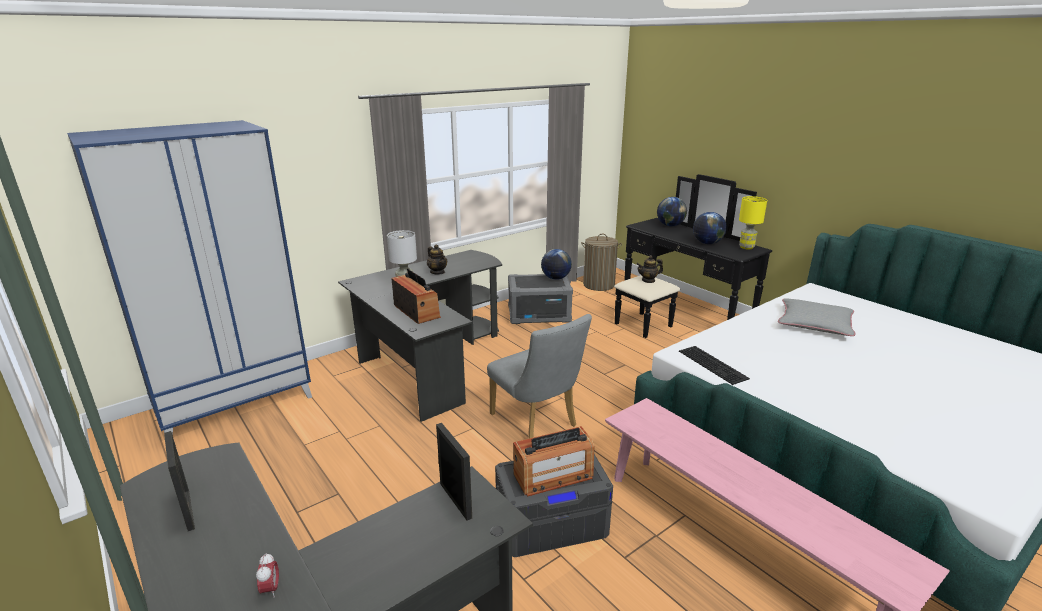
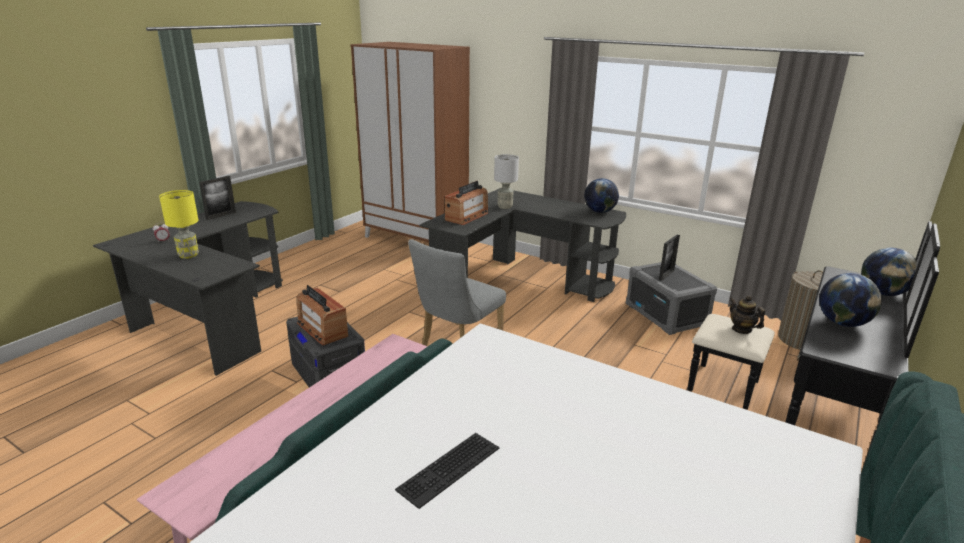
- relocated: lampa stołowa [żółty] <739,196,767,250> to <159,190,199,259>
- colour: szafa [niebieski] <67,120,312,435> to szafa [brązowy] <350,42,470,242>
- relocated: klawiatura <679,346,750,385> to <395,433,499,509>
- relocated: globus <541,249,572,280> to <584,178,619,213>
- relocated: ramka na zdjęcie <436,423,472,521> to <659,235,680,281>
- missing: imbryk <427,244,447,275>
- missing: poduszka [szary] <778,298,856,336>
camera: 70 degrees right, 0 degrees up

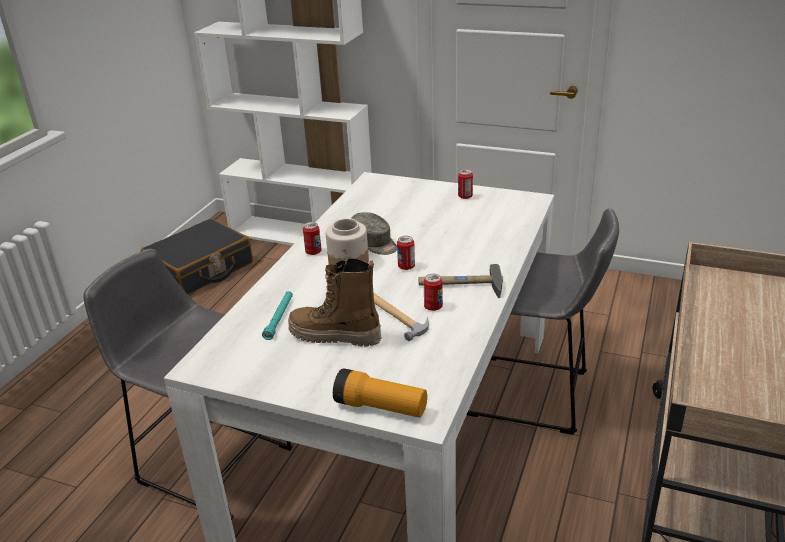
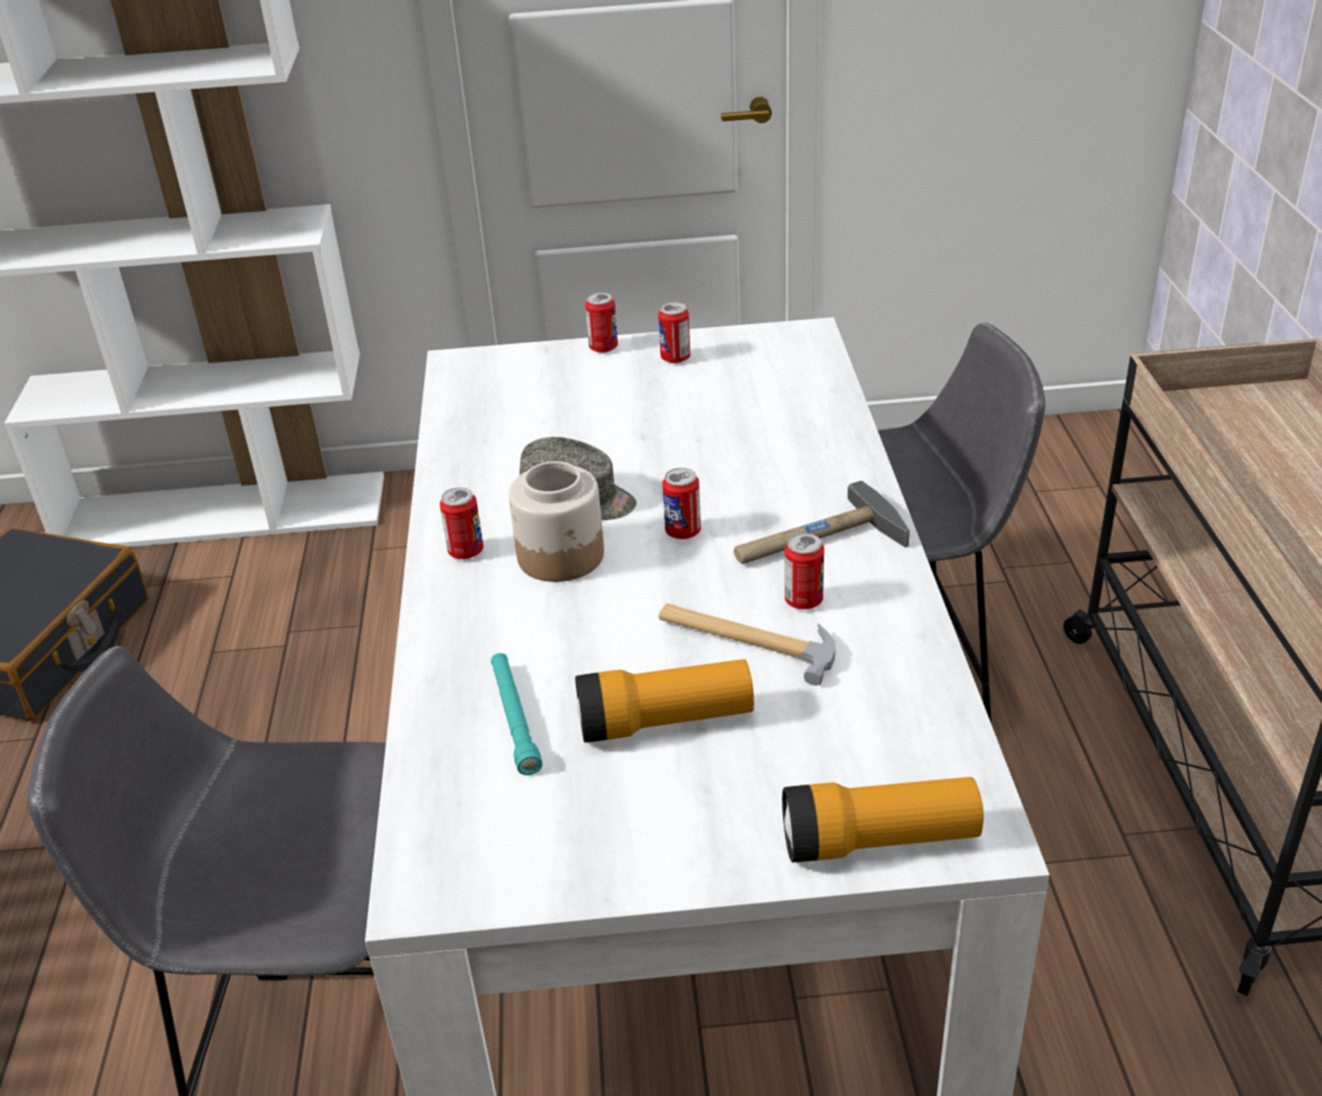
- exchanged: but z cholewką <288,258,381,347> to latarka <575,659,754,743>
- appeared: puszka <585,292,618,353>
camera: 25 degrees left, 5 degrees up

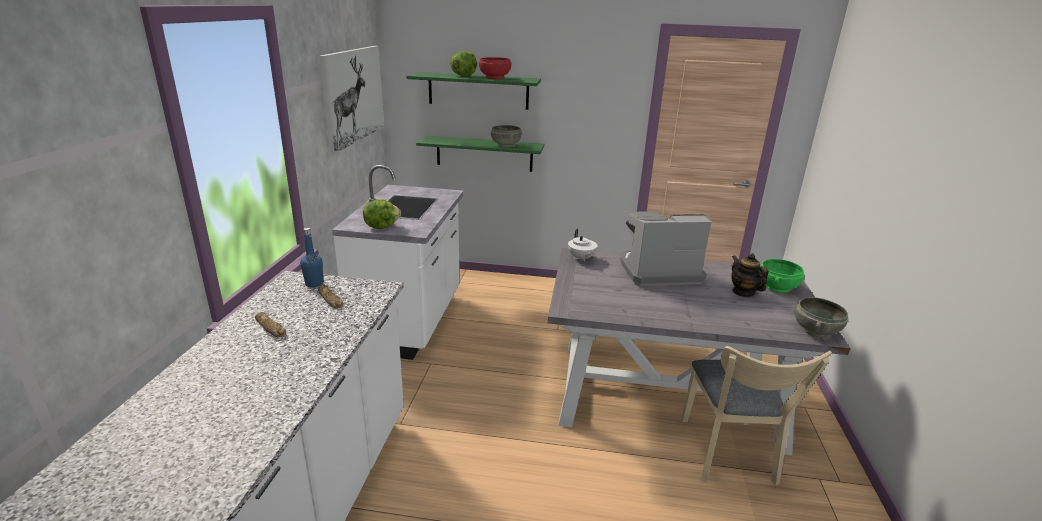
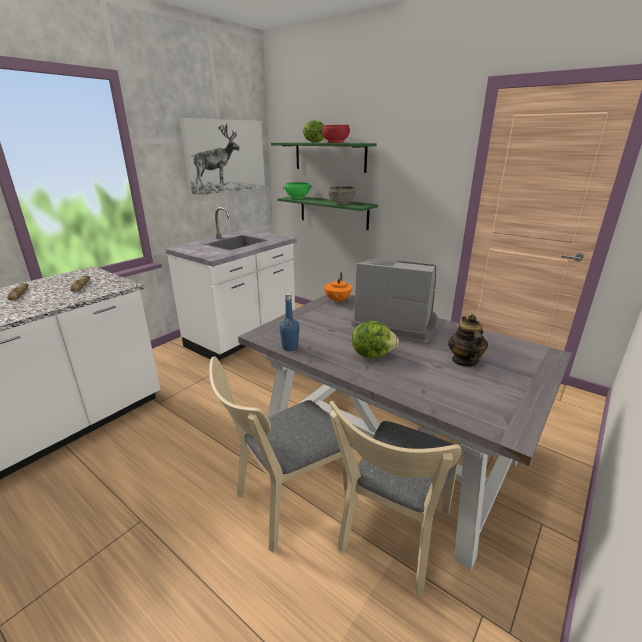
- appeared: krzesło [beżowy] <209,356,353,553>
- relocated: butelka [niebieski] <300,228,323,288> to <279,293,300,351>
- relocated: miska [zielony] <759,259,805,293> to <283,182,311,199>
- colour: imbryk [biały] <568,229,597,262> to imbryk [pomarańczowy] <324,272,352,303>
- relocated: sałata <363,199,401,229> to <352,321,399,358>
- missing: miska [szary] <795,297,848,338>
camera: 30 degrees right, 0 degrees up

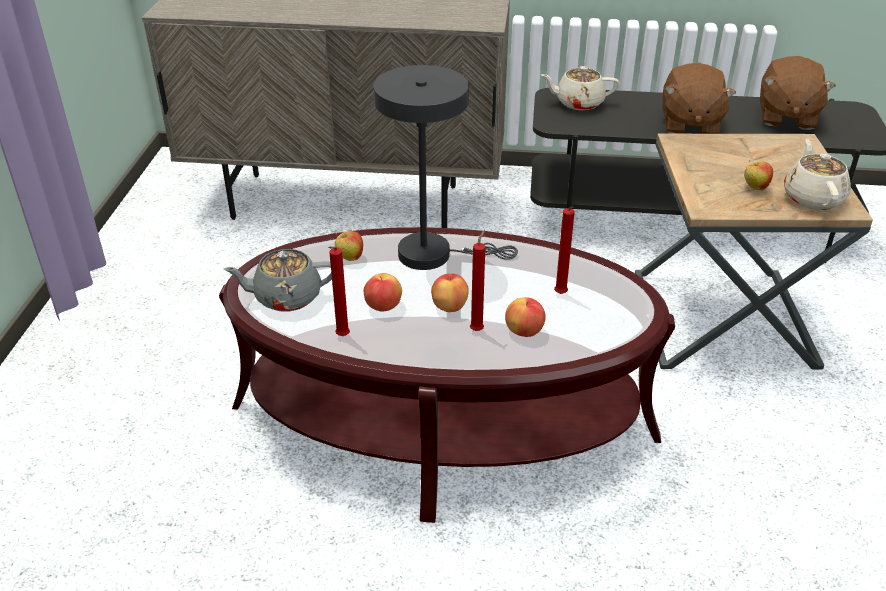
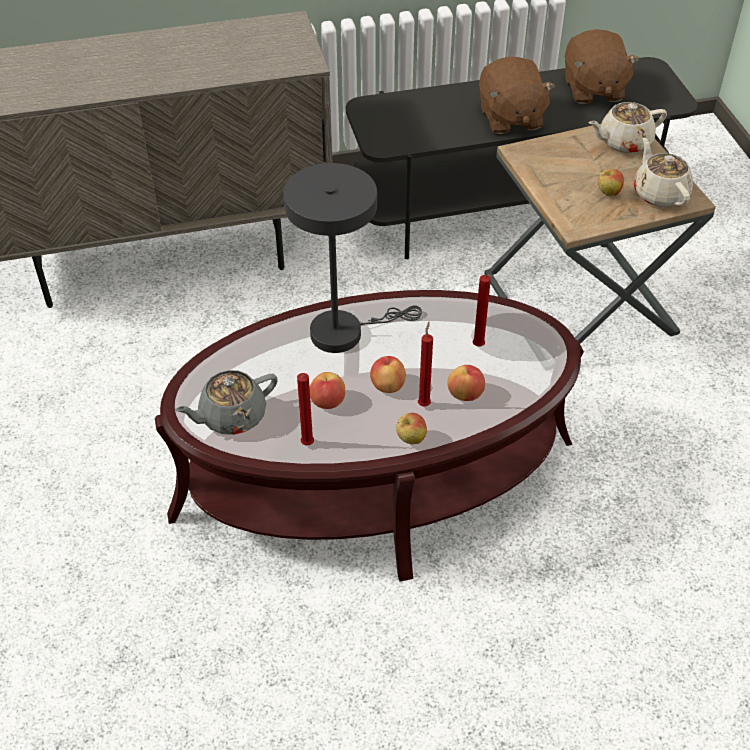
- relocated: jabłko <335,231,363,261> to <396,413,427,444>
- relocated: imbryk [beżowy] <541,66,619,110> to <588,102,667,153>
camera: 20 degrees left, 10 degrees up

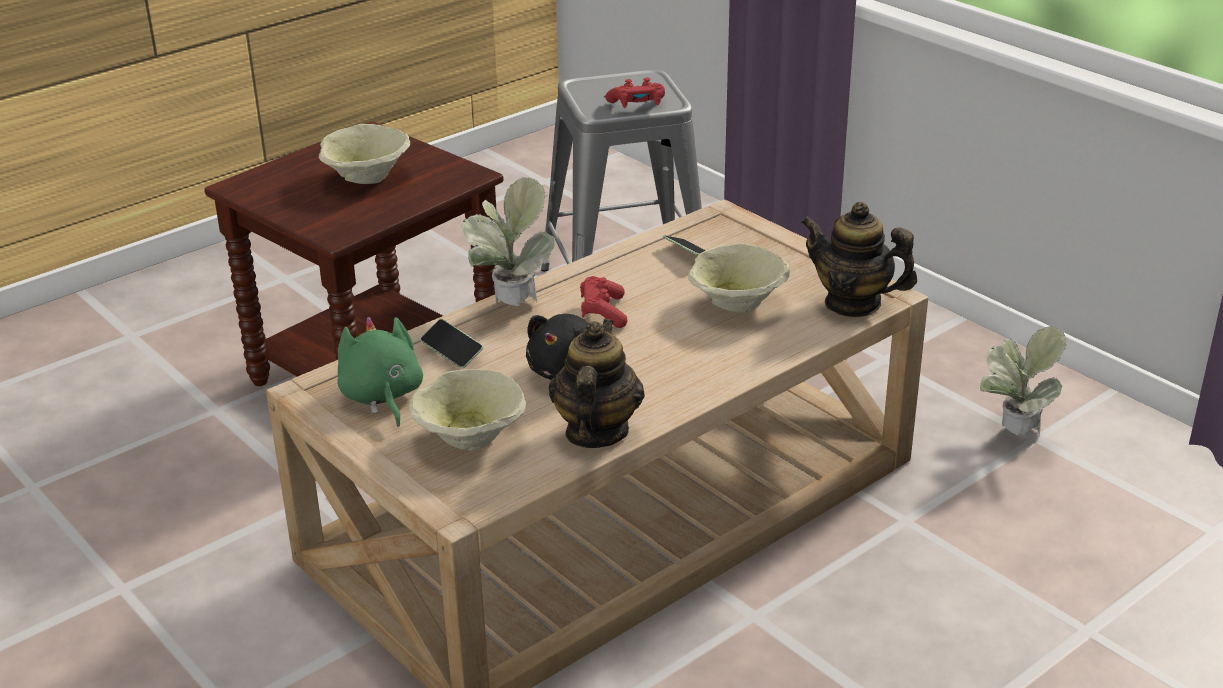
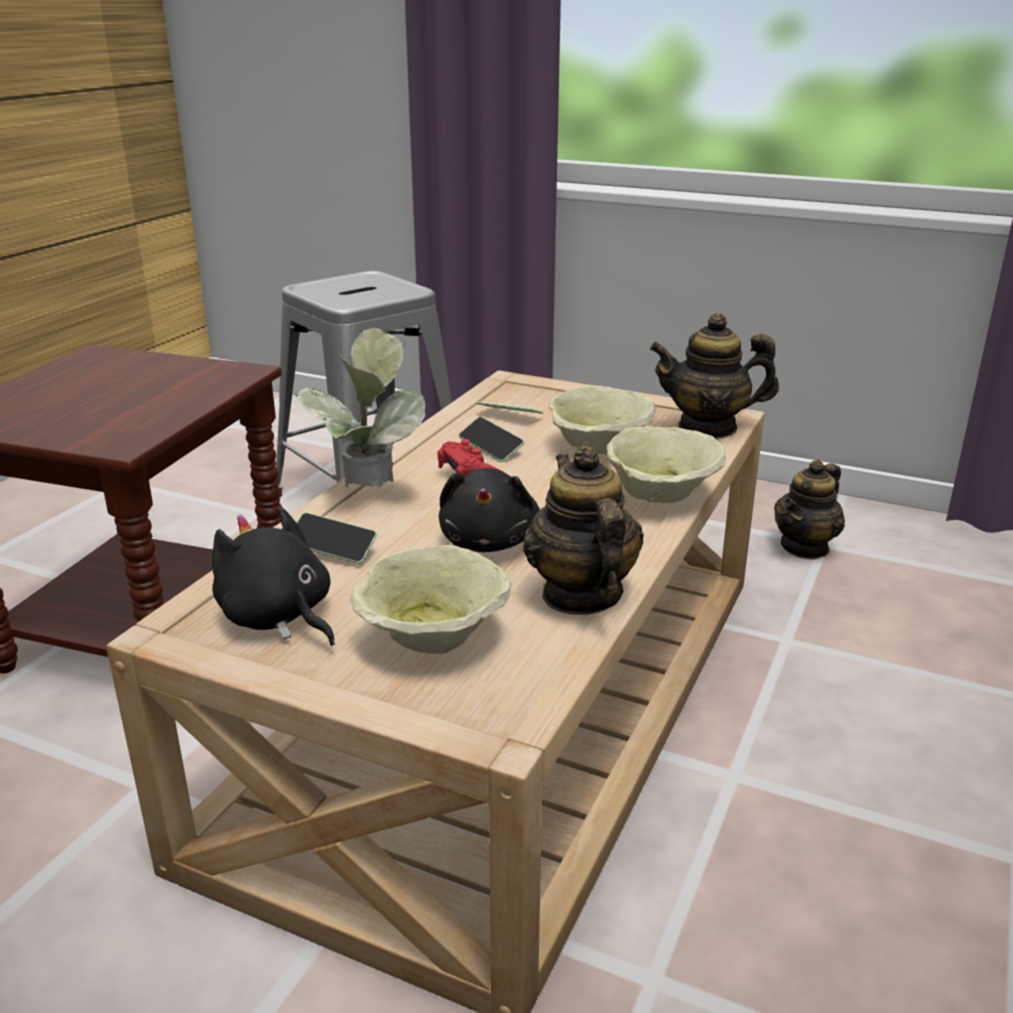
- colour: pluszak [zielony] <337,317,423,426> to pluszak [czarny] <212,506,335,646>
- appeared: telefon <458,417,524,462>
- relocated: miska [beżowy] <319,124,410,184> to <607,426,726,503>
- exchanged: roślina doniczkowa <980,327,1067,436> to imbryk <774,459,845,560>
- missing: pad do gier [czerwony] <606,78,665,108>
camera: 25 degrees left, 5 degrees down

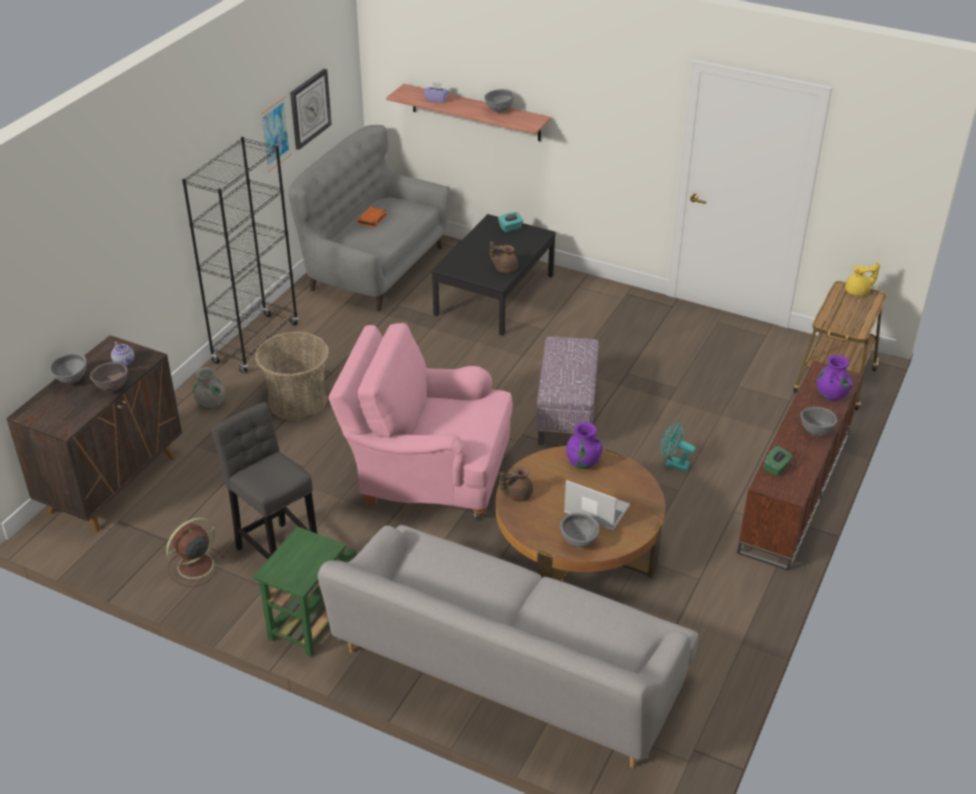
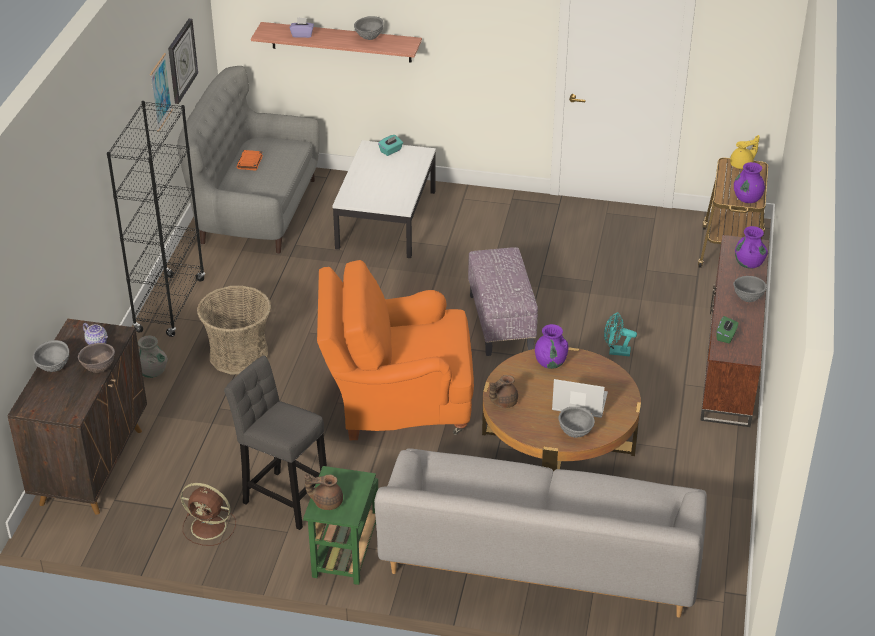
- spun: wentylator [brązowy] <166,518,225,587> = <181,483,236,546> 105 degrees counterclockwise
- relocated: imbryk [brązowy] <490,241,518,273> to <305,474,343,510>
- colour: fotel [różowy] <328,323,513,520> to fotel [pomarańczowy] <317,260,474,440>
- colour: ława [czarny] <432,214,556,336> to ława [biały] <332,140,436,258>
- appeared: wazon [fioletowy] <734,162,765,203>
camera: 15 degrees left, 0 degrees up

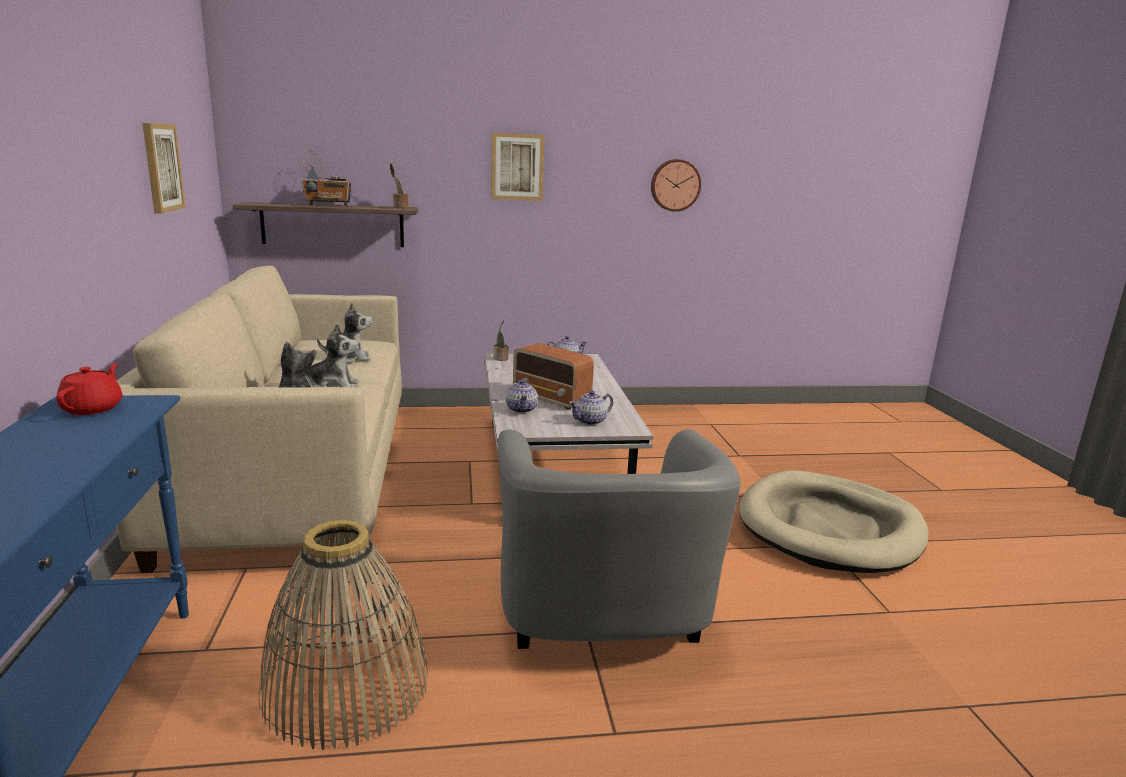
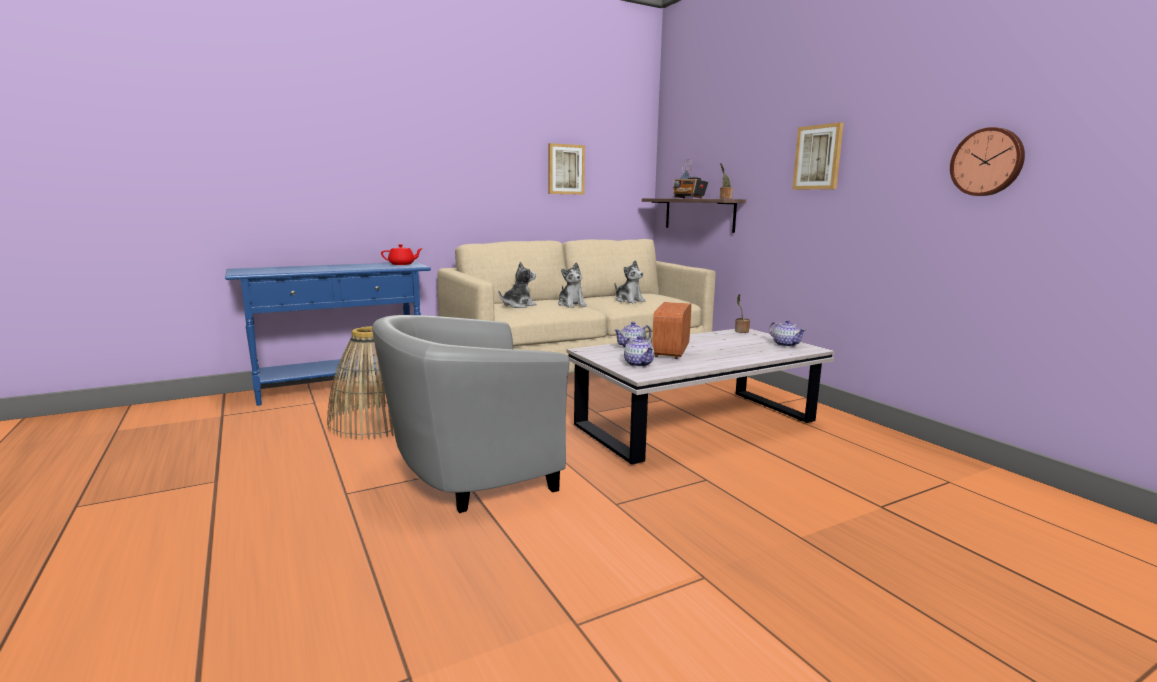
- spun: imbryk <569,391,613,425> = <624,336,654,367> 150 degrees counterclockwise
- missing: legowisko [beżowy] <739,470,929,573>
camera: 70 degrees right, 5 degrees down

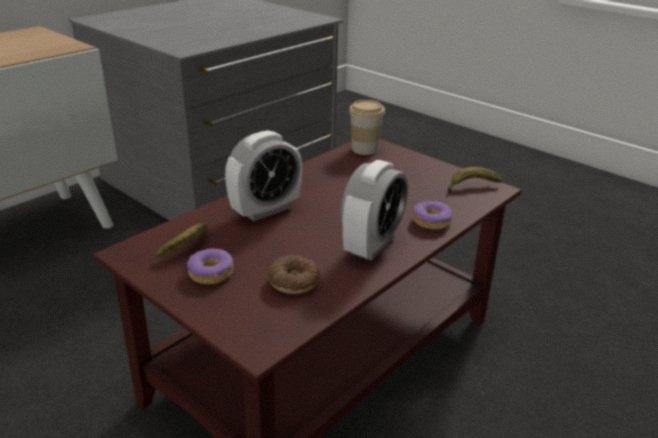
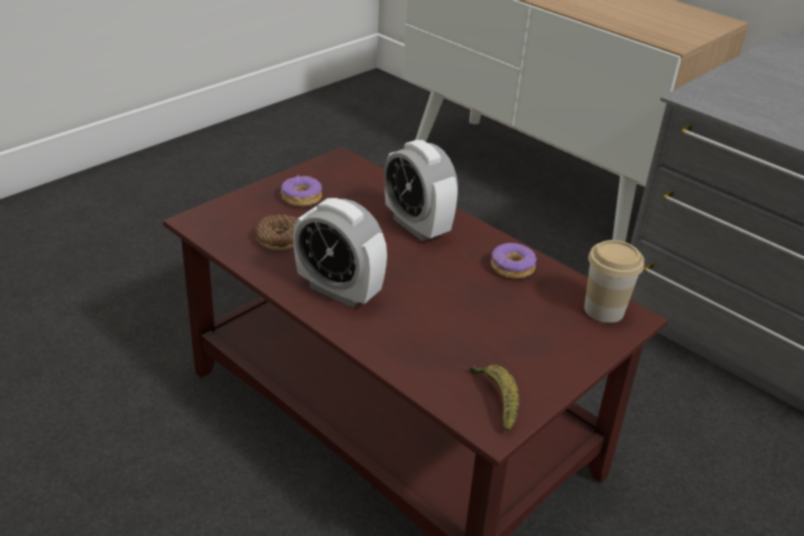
- relocated: donut <413,201,452,230> to <491,243,537,279>
- missing: banan <156,223,207,257>
camera: 90 degrees right, 5 degrees up

